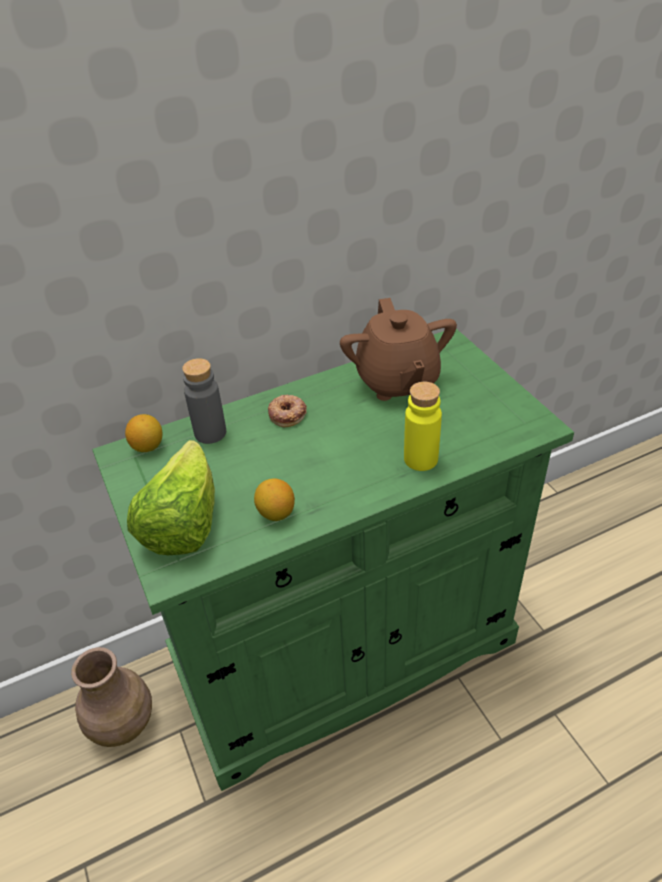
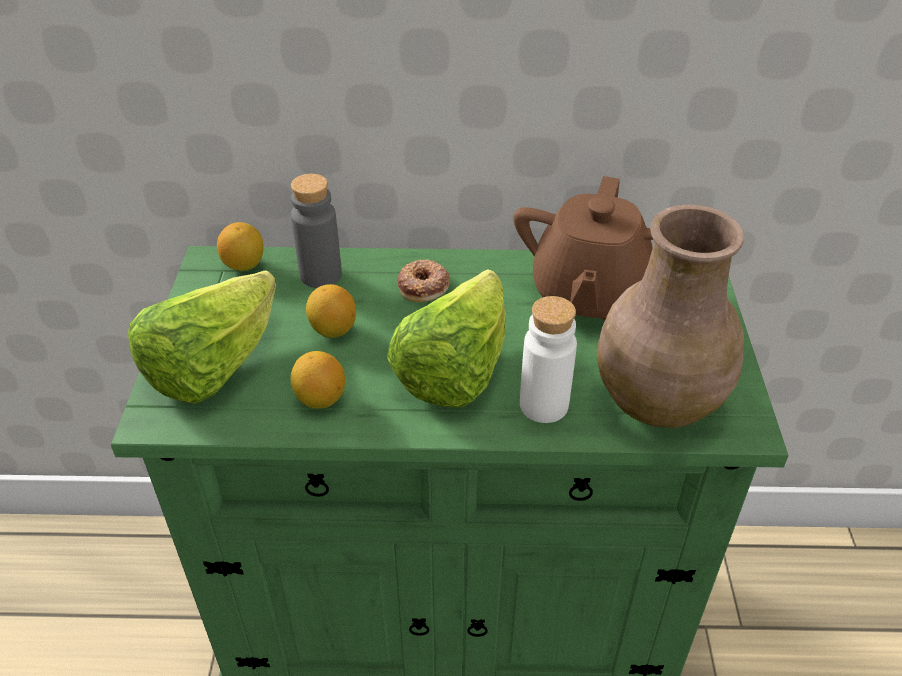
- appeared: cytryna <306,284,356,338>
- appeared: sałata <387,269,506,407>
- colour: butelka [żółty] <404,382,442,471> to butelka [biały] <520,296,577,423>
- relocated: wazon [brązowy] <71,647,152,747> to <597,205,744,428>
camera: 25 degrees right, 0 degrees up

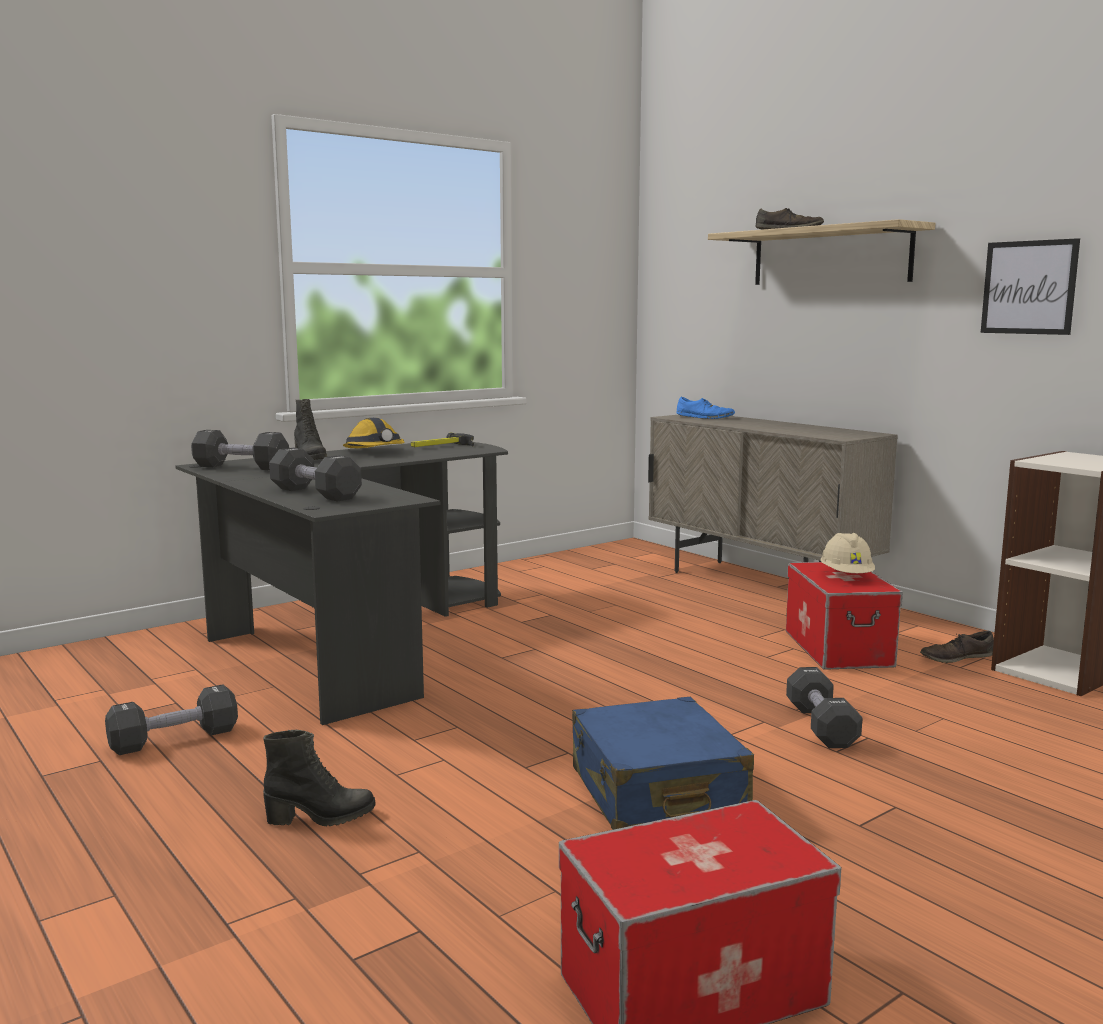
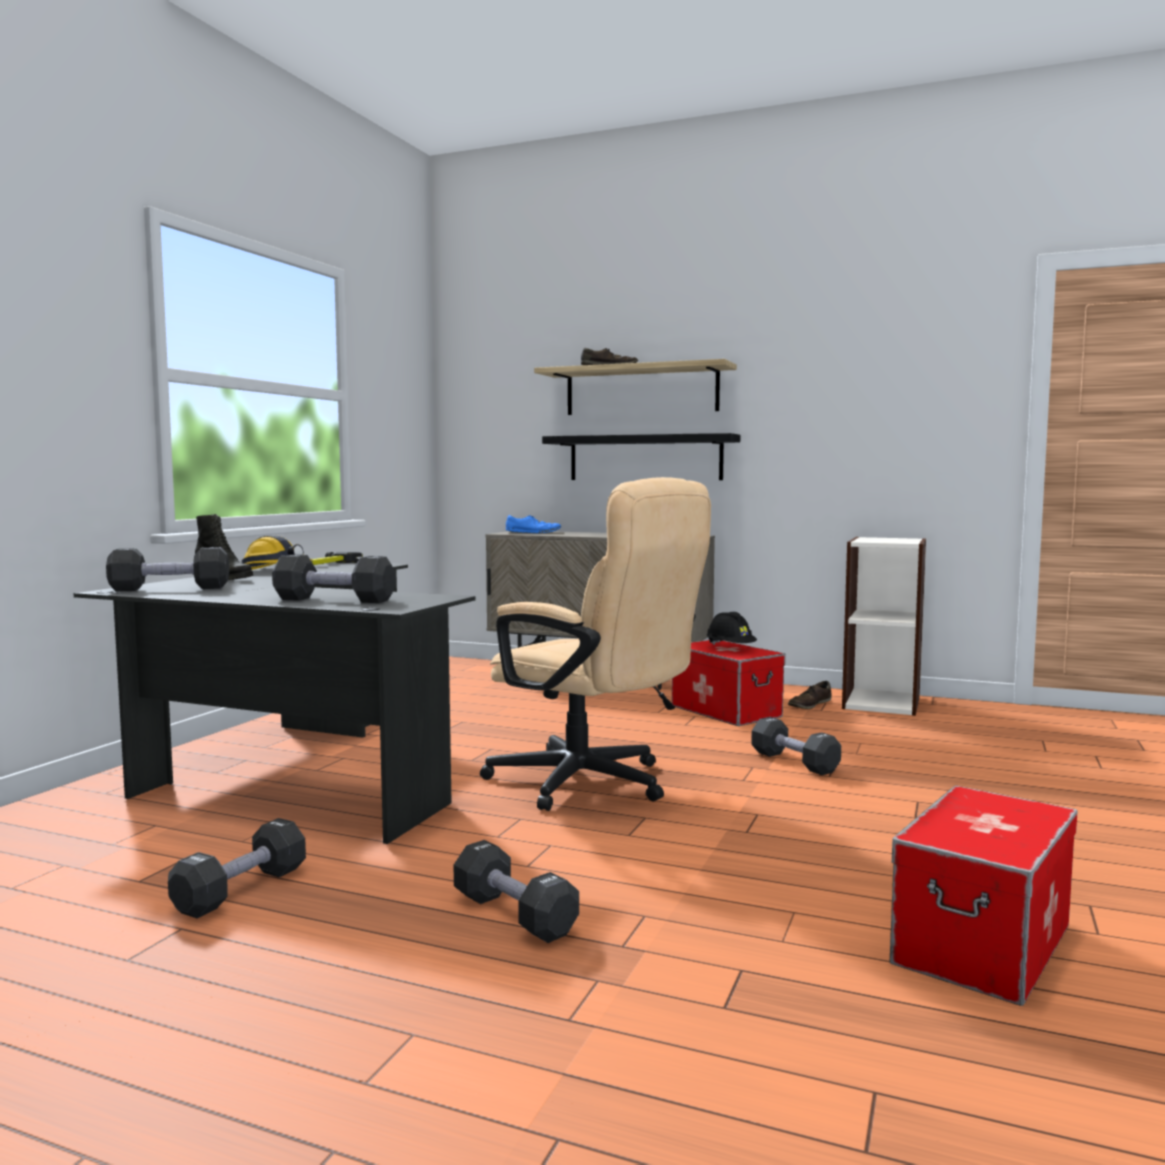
- exchanged: but z cholewką [czarny] <263,730,376,826> to hantel [czarny] <454,840,579,943>
- appeared: krzesło biurowe [beżowy] <480,477,711,811>
- appeared: półka [czarny] <542,433,740,480>
- colour: kask [beżowy] <820,533,875,573> to kask [czarny] <706,612,757,645>
- missing: walizka [niebieski] <572,697,754,830>
- missing: obraz <981,238,1080,335>
camera: 30 degrees left, 5 degrees down

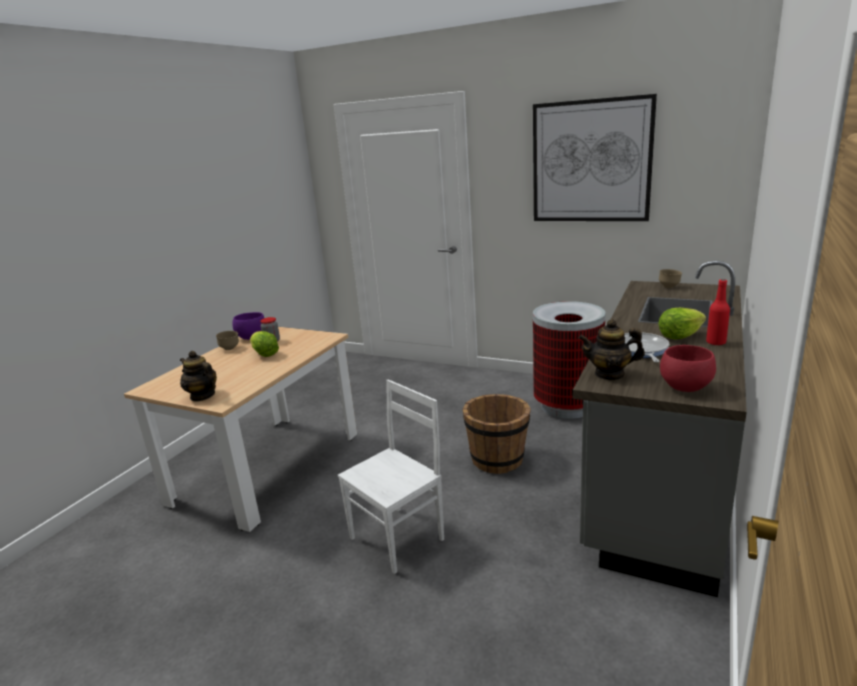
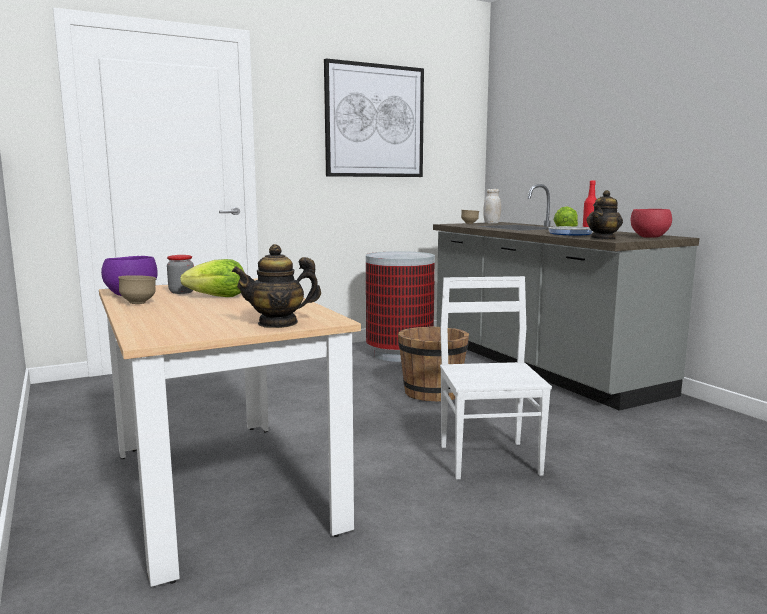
- appeared: słoik [biały] <483,189,501,224>
camera: 55 degrees left, 10 degrees down

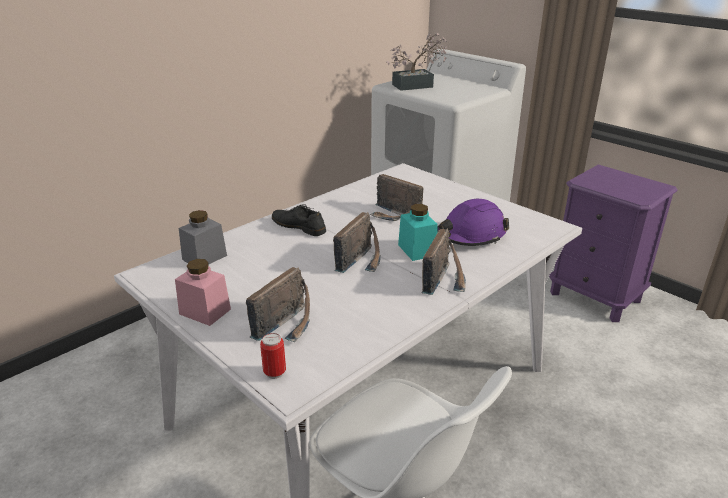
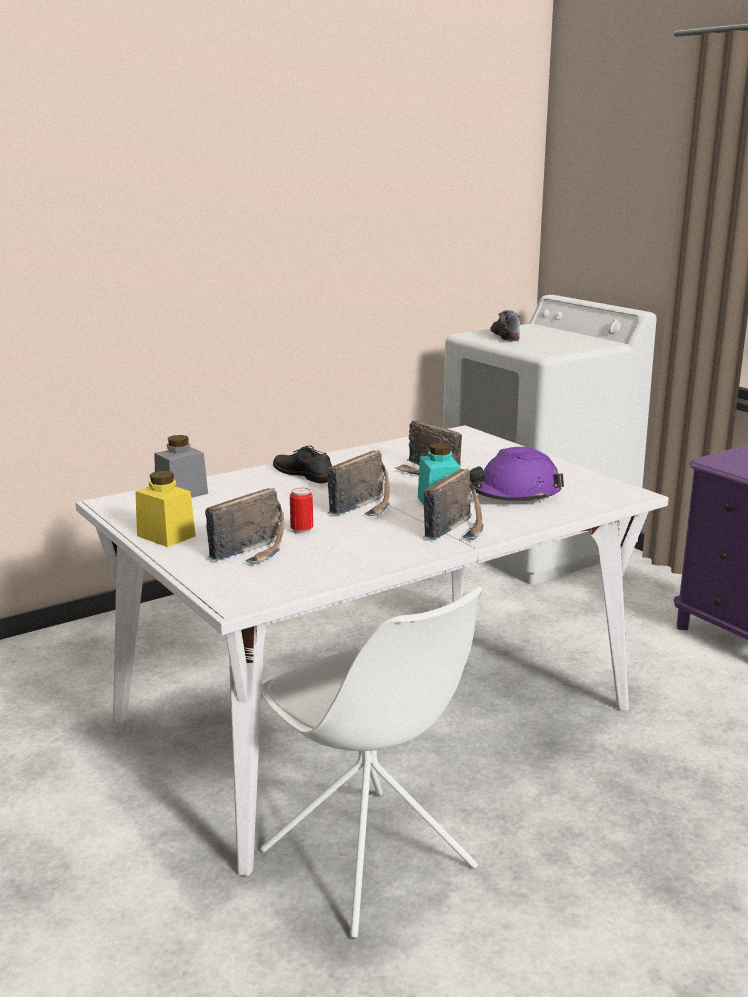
- colour: słoik [różowy] <175,259,231,326> to słoik [żółty] <136,471,196,547>
- relocated: puszka <260,333,286,379> to <290,488,313,534>
- exchanged: roślina doniczkowa <386,33,447,91> to but <490,310,521,341>
camera: 10 degrees right, 10 degrees down

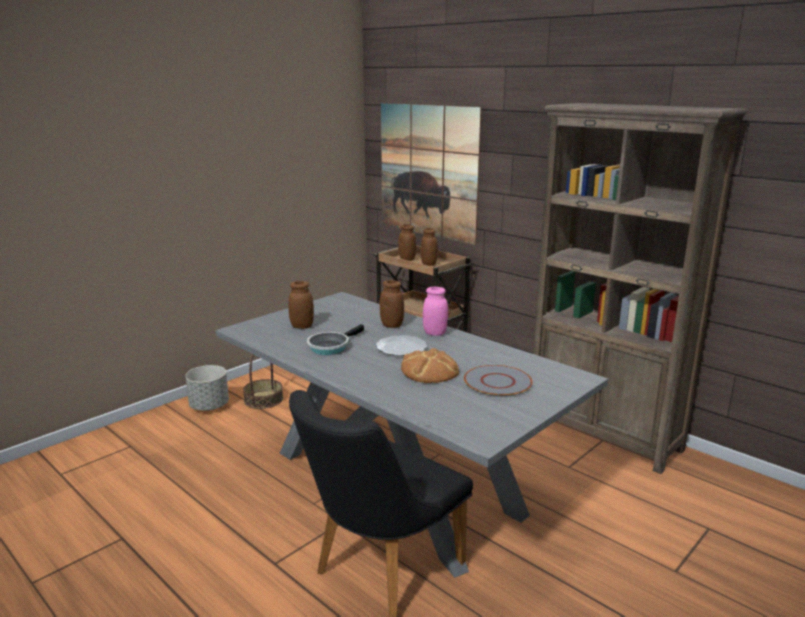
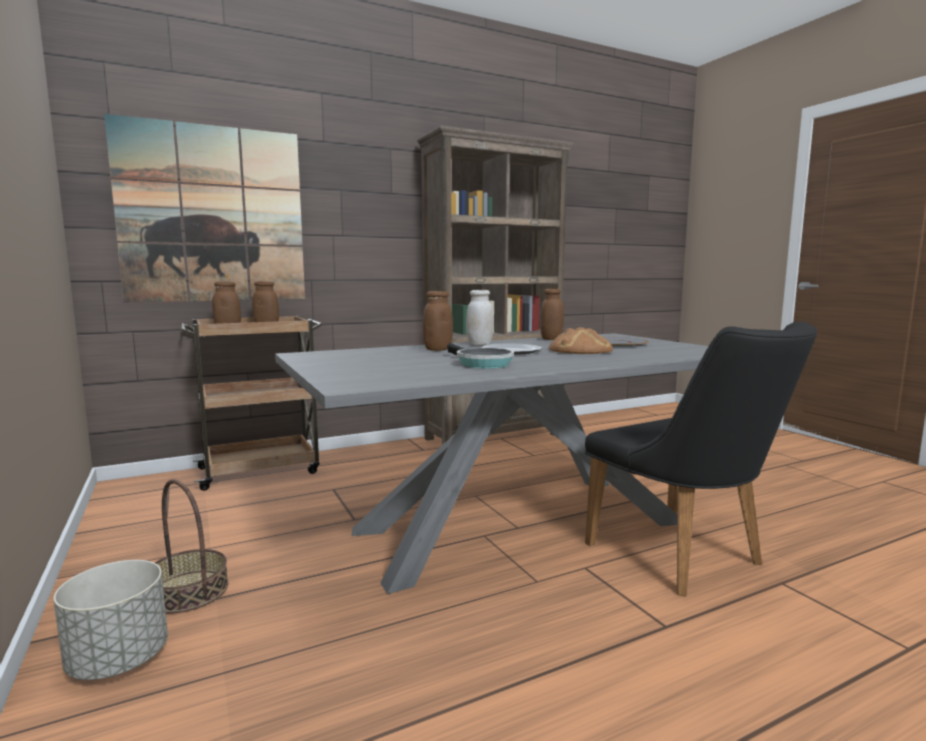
- colour: słoik [różowy] <423,287,448,336> to słoik [biały] <466,290,494,345>
- relocated: słoik [brązowy] <288,281,314,329> to <540,288,564,340>
camera: 70 degrees left, 10 degrees down

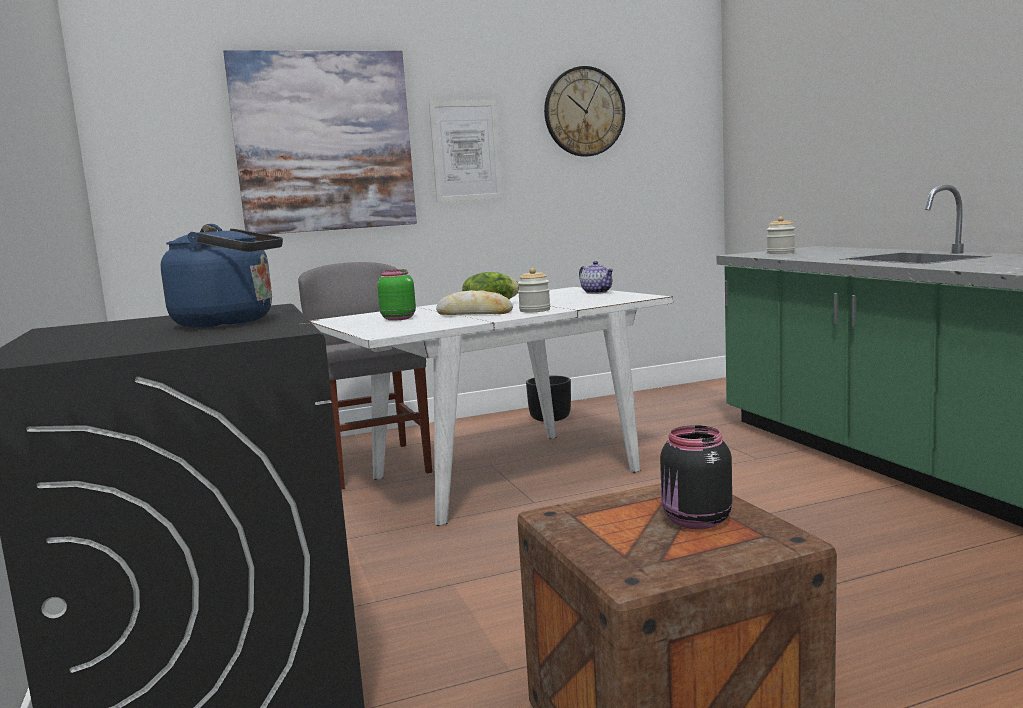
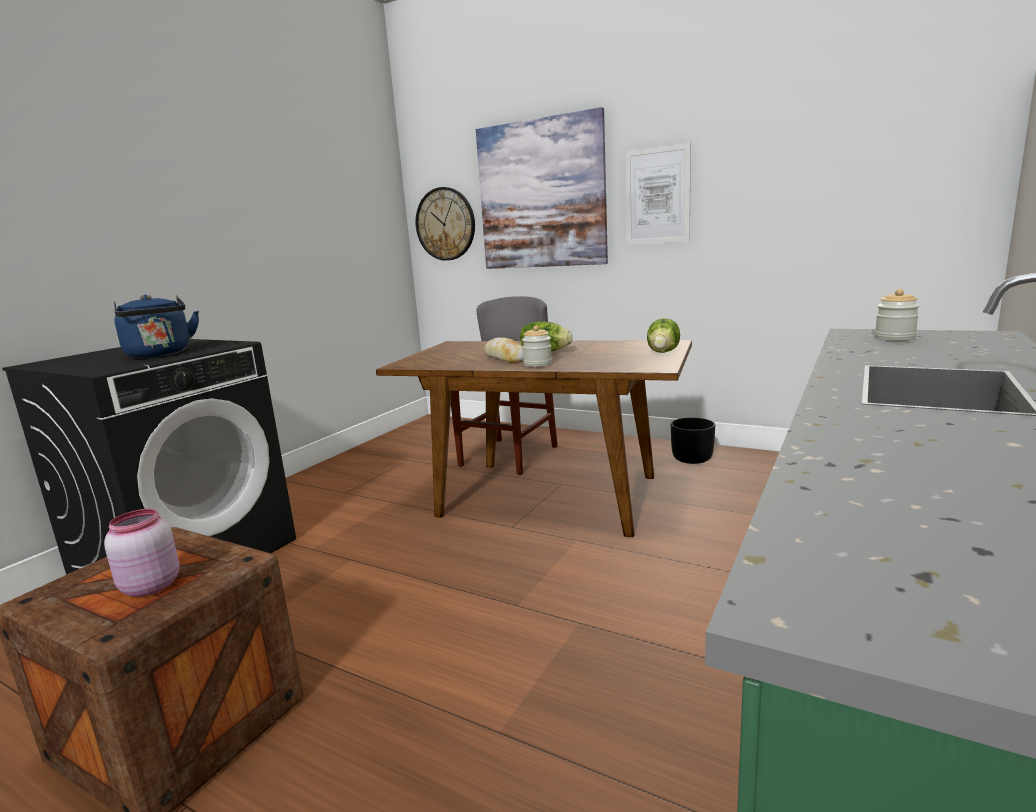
- colour: słoik [czarny] <660,425,732,529> to słoik [różowy] <104,509,180,597>
- colour: stół jadalny [biały] <309,287,673,526> to stół jadalny [brązowy] <376,340,692,537>
- relocated: zegar ścienny <544,66,625,157> to <416,187,475,261>
- exchanged: imbryk <579,261,614,294> to sałata <647,318,680,353>
- missing: słoik [zielony] <377,269,416,321>
camera: 50 degrees right, 5 degrees up

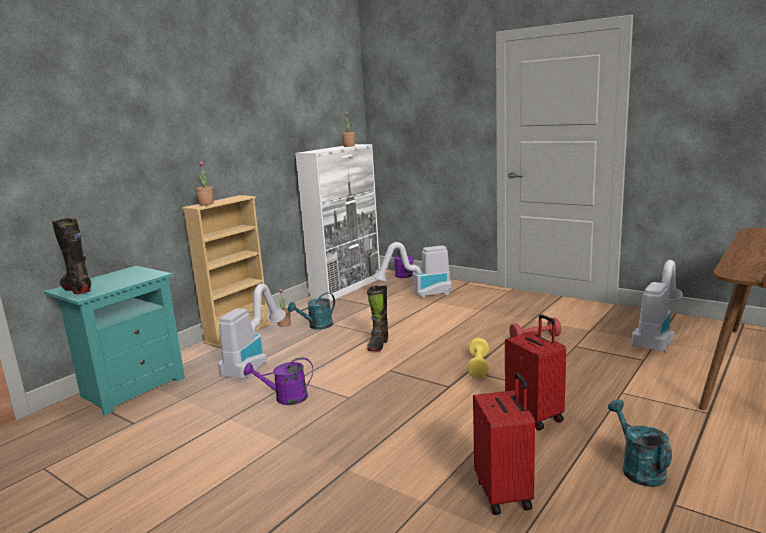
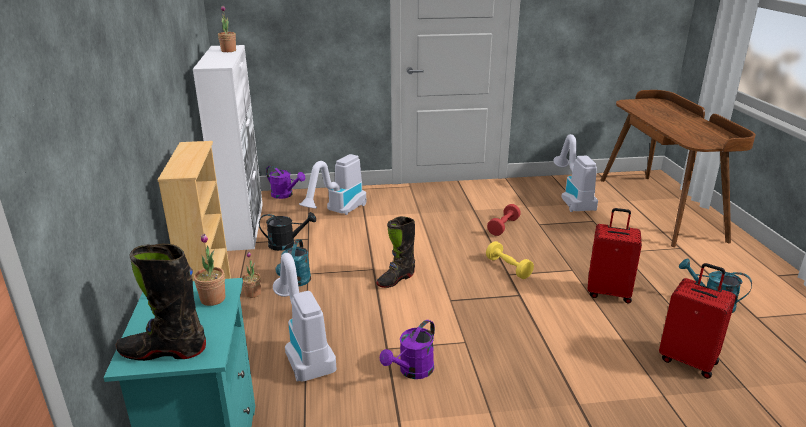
- relocated: roślina doniczkowa <195,161,214,205> to <194,234,225,306>
- appeared: konewka [czarny] <259,212,316,251>
- spun: but z cholewką [czarny] <367,286,388,352> = <376,216,415,288> 75 degrees clockwise
camera: 45 degrees left, 10 degrees up

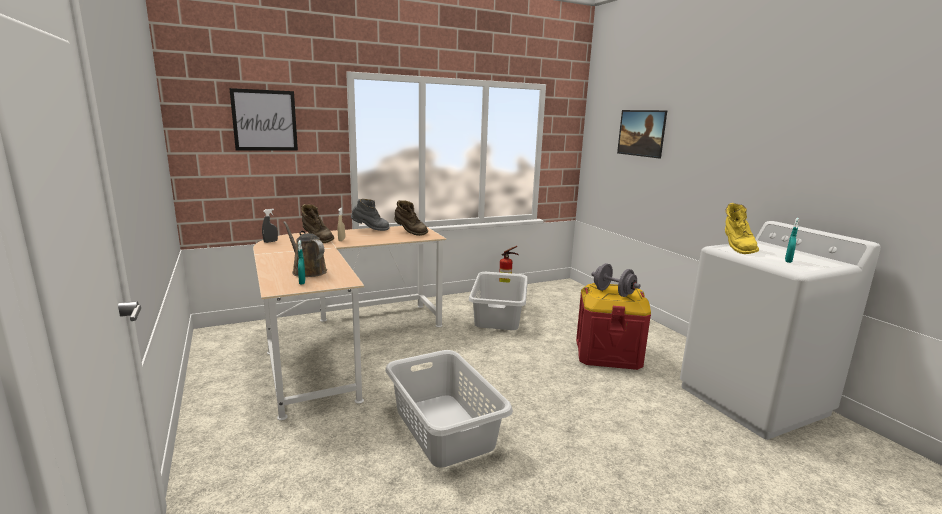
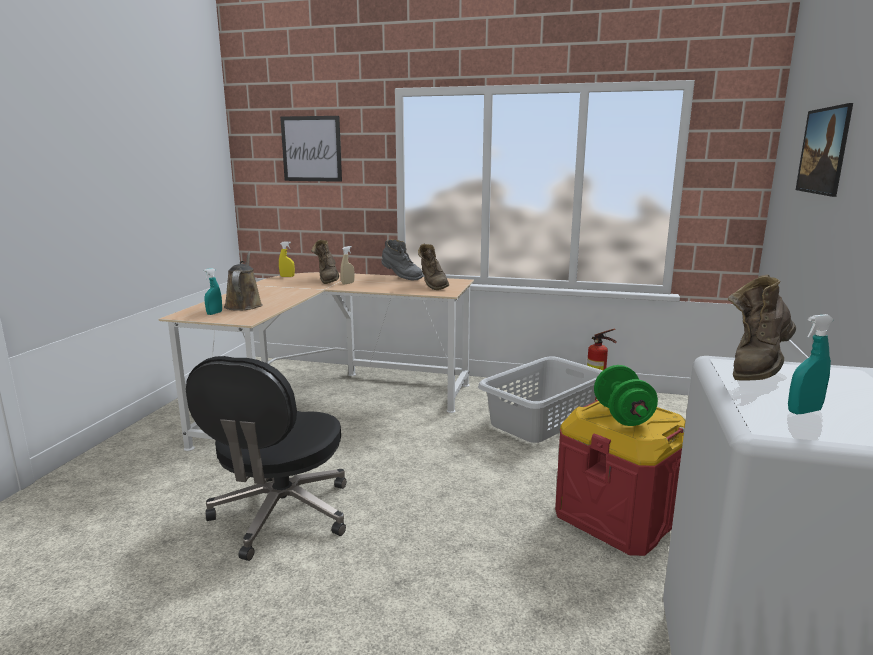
- exchanged: kosz na pranie [szary] <385,350,513,468> to krzesło biurowe [czarny] <186,356,346,561>
- colour: spryskiwacz [szary] <262,209,278,243> to spryskiwacz [żółty] <279,242,295,277>
- colour: hantel [szary] <592,263,641,297> to hantel [zielony] <594,365,658,426>
- colour: but z cholewką [żółty] <725,203,759,254> to but z cholewką [brązowy] <728,274,796,381>
camera: 40 degrees right, 0 degrees up

